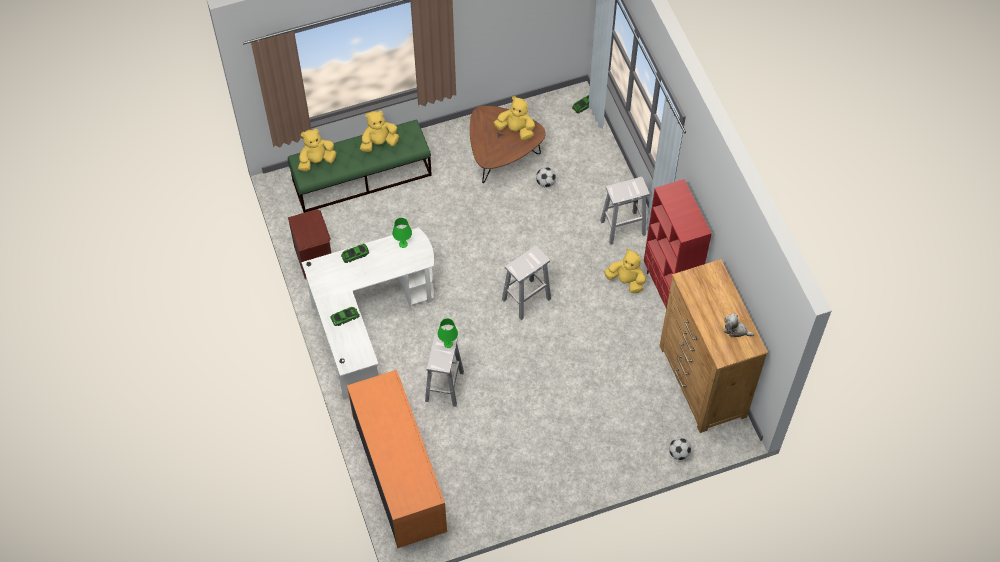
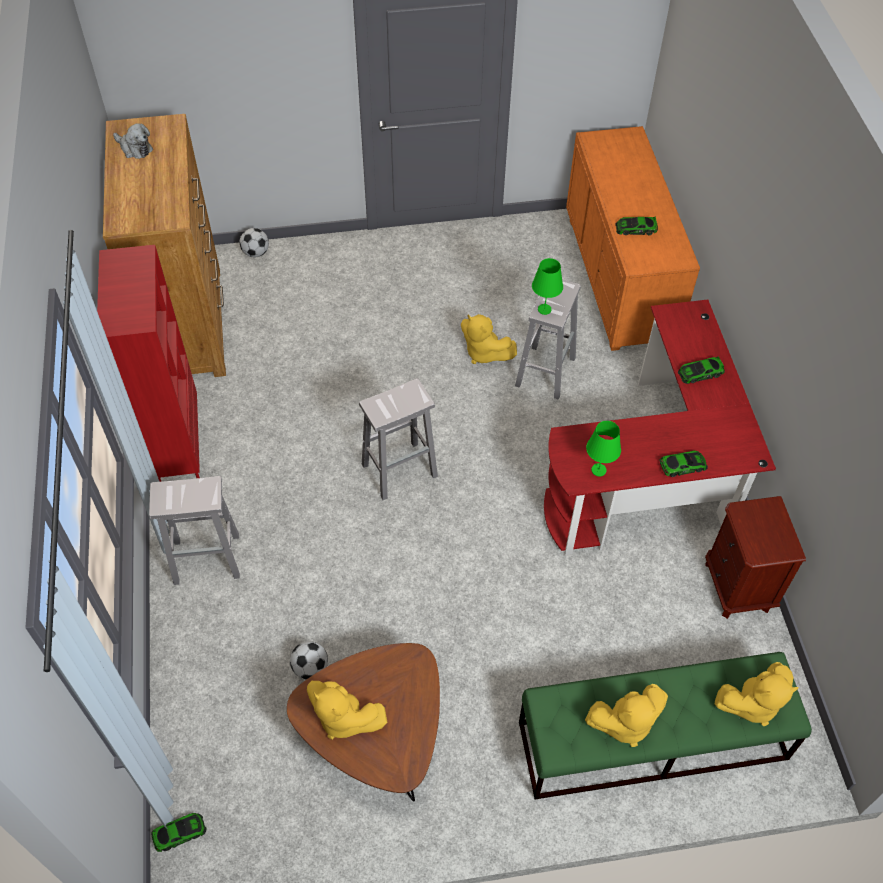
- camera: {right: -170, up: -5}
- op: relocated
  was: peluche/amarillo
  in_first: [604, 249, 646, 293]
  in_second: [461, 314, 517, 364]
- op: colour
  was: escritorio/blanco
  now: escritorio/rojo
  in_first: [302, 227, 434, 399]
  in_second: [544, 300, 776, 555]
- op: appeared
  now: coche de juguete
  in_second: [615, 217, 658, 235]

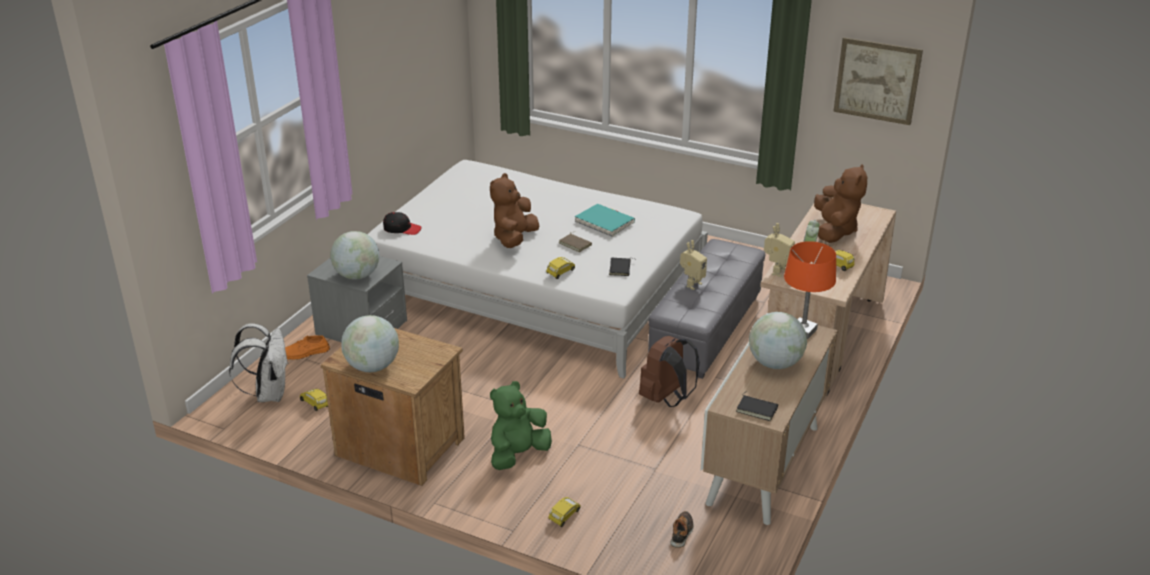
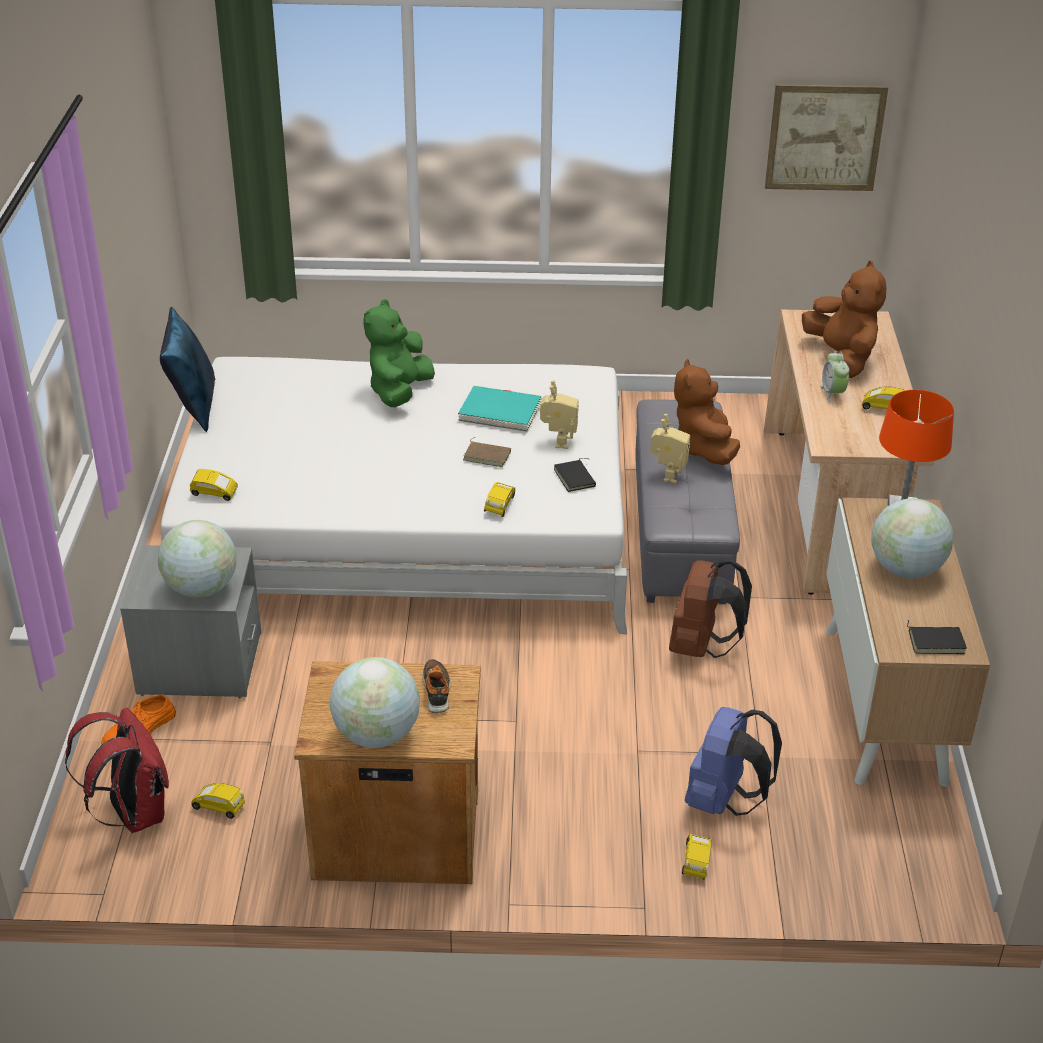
- camera: {right: -25, up: 5}
- op: colour
  was: mochila/blanco
  now: mochila/rojo
  in_first: [229, 323, 288, 402]
  in_second: [65, 707, 169, 833]
- op: appeared
  now: cojín/azul
  in_second: [160, 307, 215, 432]
- op: exchanged
  was: gorra/negro
  now: coche de juguete/amarillo
  in_first: [383, 212, 422, 235]
  in_second: [190, 469, 238, 501]
- op: relocated
  was: peluche/verde
  in_first: [490, 381, 552, 470]
  in_second: [364, 299, 435, 407]
- op: relocated
  was: zapato
  in_first: [670, 511, 694, 548]
  in_second: [422, 659, 451, 713]
- op: relocated
  was: robot de juguete
  in_first: [764, 223, 795, 277]
  in_second: [540, 380, 579, 449]
- op: relocated
  was: peluche/marrón
  in_first: [490, 173, 539, 248]
  in_second: [674, 359, 740, 465]
- op: appeared
  now: mochila/azul
  in_second: [685, 707, 782, 816]

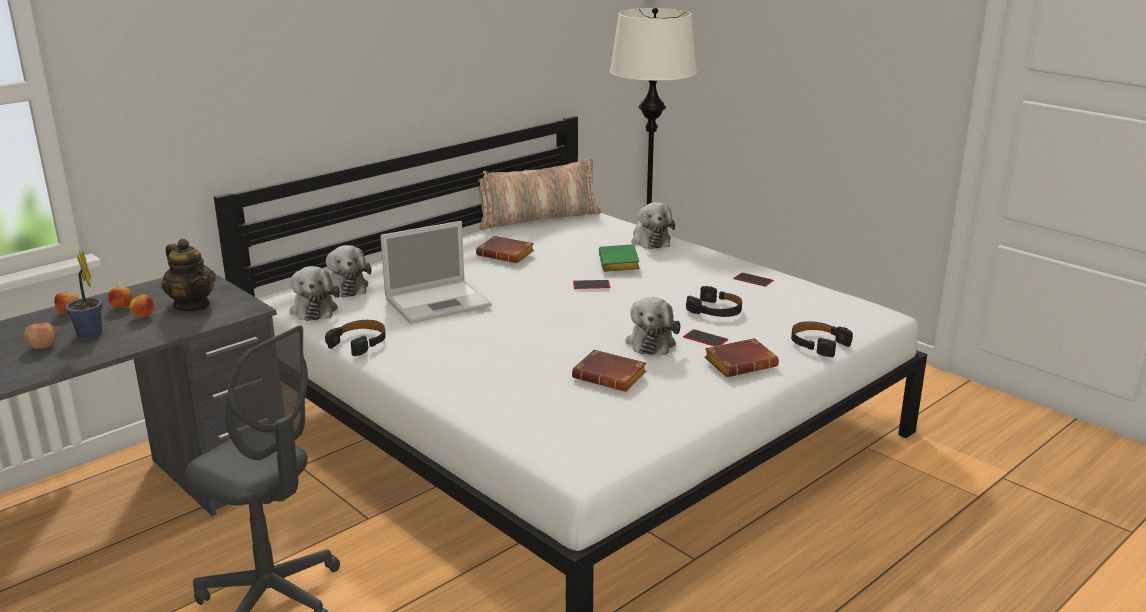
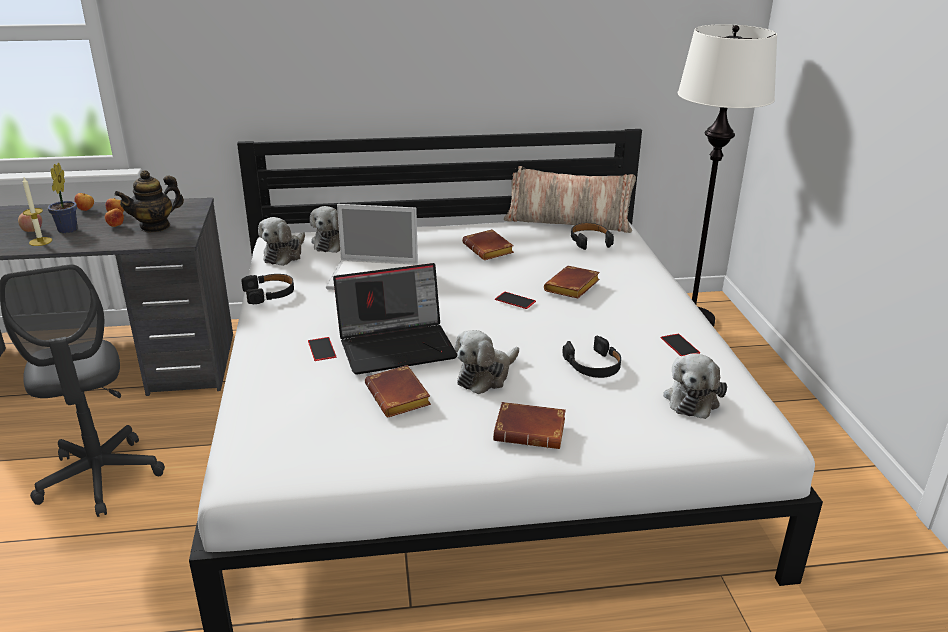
- camera: {right: 35, up: 5}
- op: appeared
  now: vela
  in_second: [23, 177, 52, 246]
- op: spun
  was: tetera
  in_first: [161, 239, 216, 311]
  in_second: [114, 170, 184, 233]
  clockwise: 60
- op: relocated
  was: móvil
  in_first: [683, 329, 728, 346]
  in_second: [308, 337, 336, 361]
- op: appeared
  now: portátil
  in_second: [333, 263, 457, 375]
- op: colour
  was: libro/verde
  now: libro/marrón
  in_first: [599, 244, 640, 272]
  in_second: [544, 266, 600, 299]
- op: relocated
  was: auriculares/negro
  in_first: [791, 321, 853, 357]
  in_second: [571, 223, 614, 250]
- op: relocated
  was: peluche
  in_first: [631, 202, 675, 249]
  in_second: [663, 353, 727, 419]

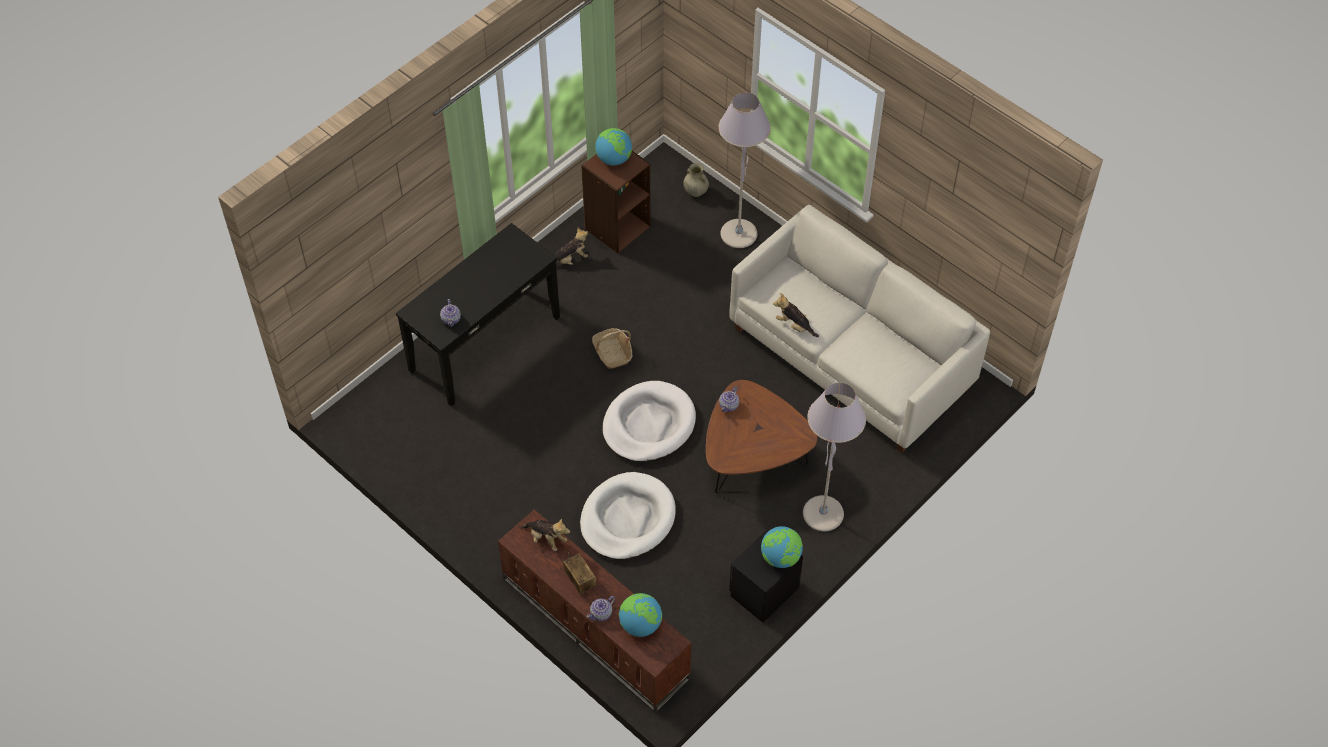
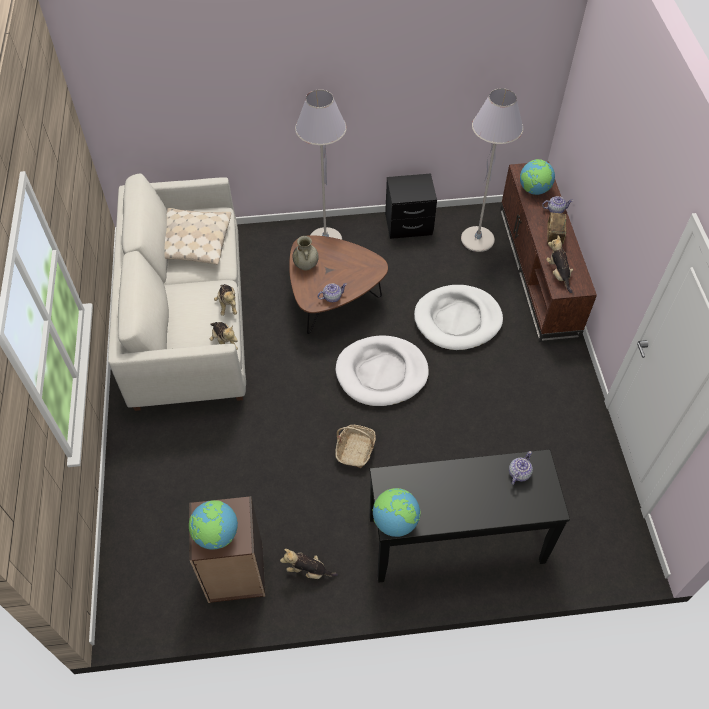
- camera: {right: -140, up: 0}
- op: appeared
  now: cojín/beis
  in_second: [164, 208, 231, 265]
- op: appeared
  now: peluche
  in_second: [210, 322, 238, 349]
- op: relocated
  was: florero/beis
  in_first: [683, 163, 709, 197]
  in_second: [293, 236, 319, 271]
- op: relocated
  was: globo terráqueo
  in_first: [761, 526, 803, 568]
  in_second: [372, 488, 420, 537]
- op: relocated
  was: lámpara de pie/gris
  in_first: [718, 92, 771, 248]
  in_second: [461, 88, 523, 252]

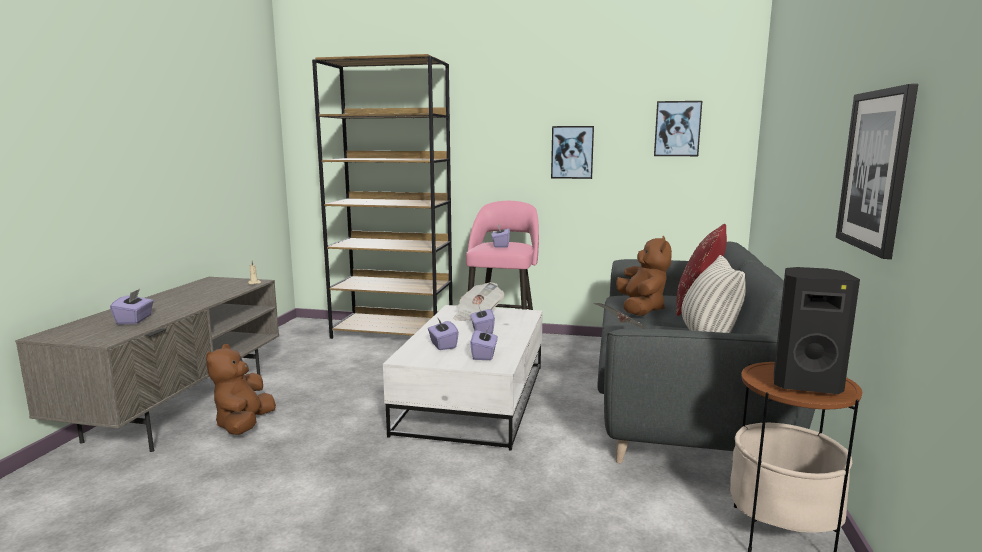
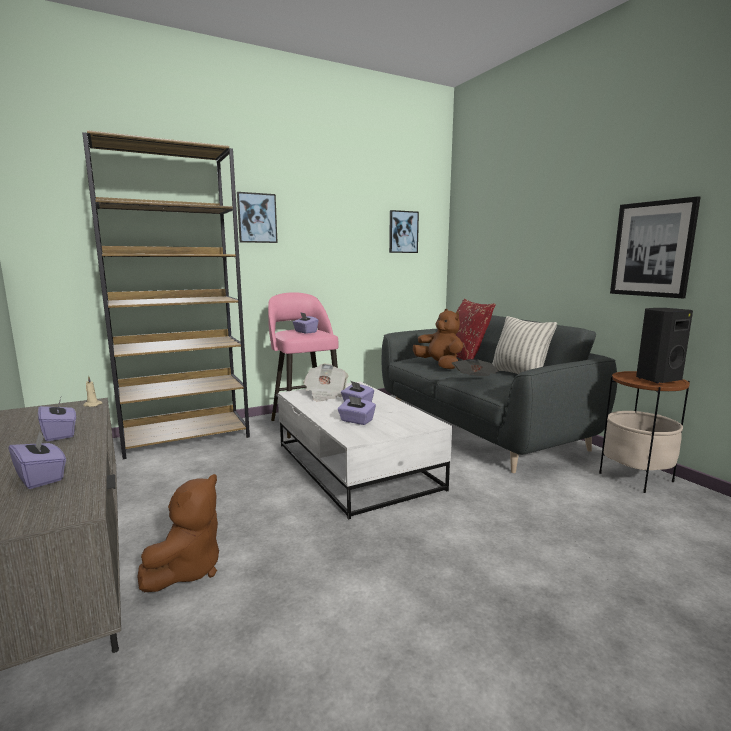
- camera: {right: -40, up: 0}
- op: relocated
  was: caja de pañuelos/morado
  in_first: [470, 327, 498, 360]
  in_second: [38, 398, 76, 442]
- op: spun
  was: peluche/marrón
  in_first: [206, 344, 276, 435]
  in_second: [137, 474, 219, 592]
  clockwise: -120
- op: relocated
  was: cuadro
  in_first: [551, 126, 594, 179]
  in_second: [237, 192, 278, 243]

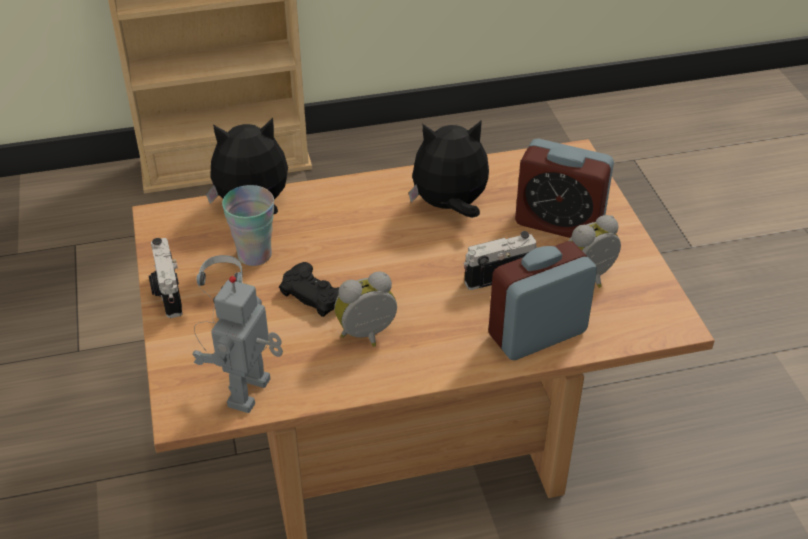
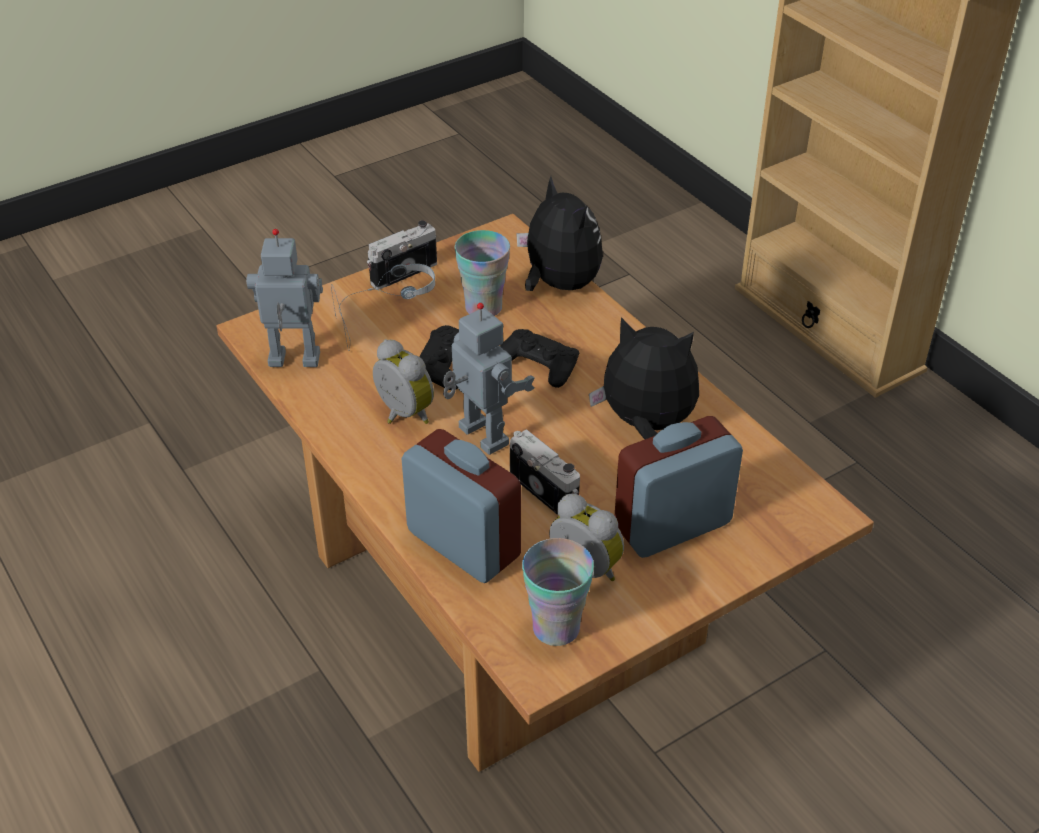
- camera: {right: 70, up: 0}
- op: appeared
  now: robot de juguete
  in_second: [443, 303, 535, 455]
- op: appeared
  now: mando de consola/negro
  in_second: [500, 329, 579, 388]
- op: appeared
  now: taza
  in_second: [522, 538, 594, 646]
- op: spun
  was: peluche
  in_first: [409, 120, 489, 218]
  in_second: [589, 317, 699, 439]
  clockwise: -45
- op: spun
  was: despertador
  in_first: [515, 139, 614, 238]
  in_second: [615, 416, 743, 558]
  clockwise: 60

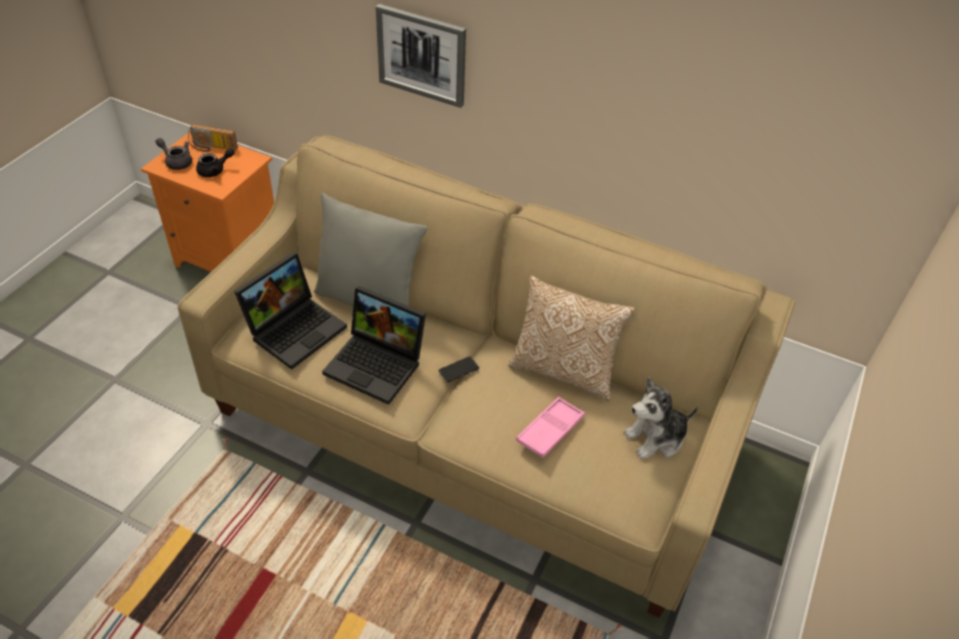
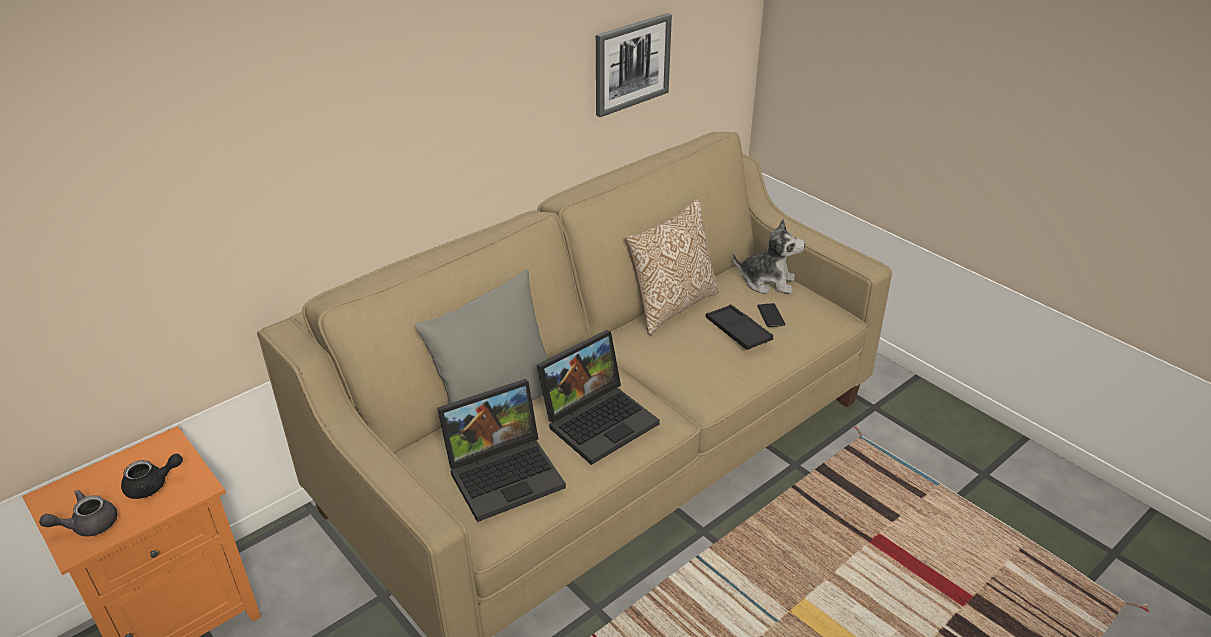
- camera: {right: -65, up: -10}
- op: spun
  was: tetera/negro
  in_first: [196, 148, 235, 177]
  in_second: [121, 454, 183, 499]
  clockwise: 75
- op: spun
  was: portátil
  in_first: [234, 252, 347, 370]
  in_second: [437, 379, 566, 522]
  clockwise: 90
- op: relocated
  was: cuadro
  in_first: [376, 4, 466, 108]
  in_second: [596, 13, 672, 117]
- op: colour
  was: bandeja/rosa
  now: bandeja/negro
  in_first: [516, 397, 585, 458]
  in_second: [706, 304, 773, 350]
- op: spun
  was: peluche
  in_first: [623, 378, 698, 459]
  in_second: [732, 219, 805, 294]
  clockwise: -75
- op: relocated
  was: móvil
  in_first: [439, 356, 479, 382]
  in_second: [757, 303, 786, 327]
- op: missing
  was: radio
  in_first: [188, 124, 238, 152]

